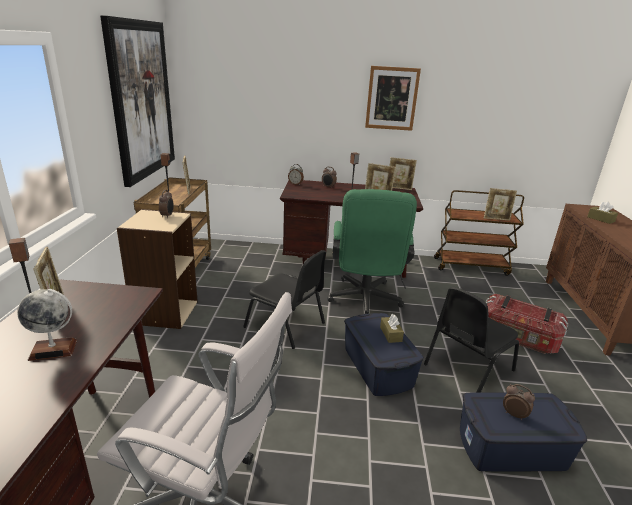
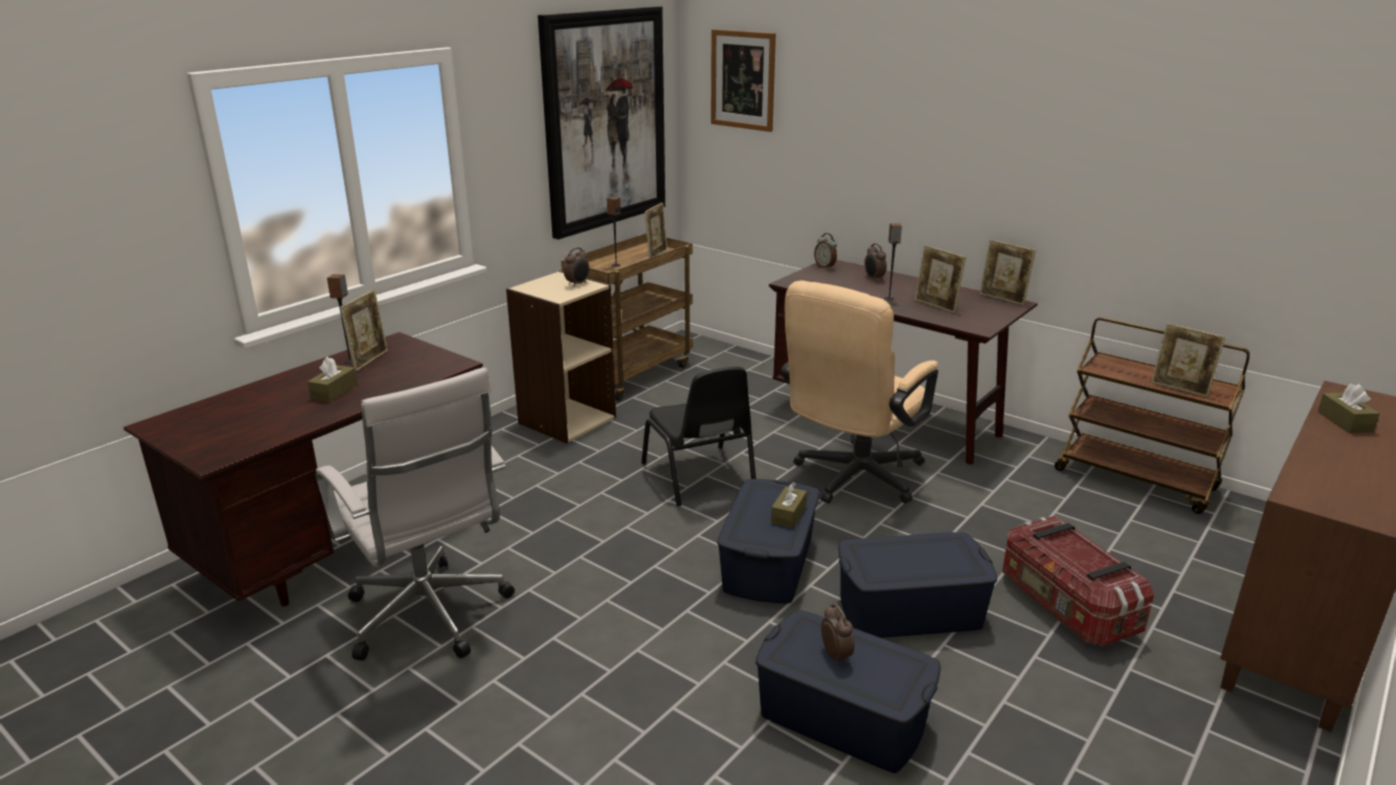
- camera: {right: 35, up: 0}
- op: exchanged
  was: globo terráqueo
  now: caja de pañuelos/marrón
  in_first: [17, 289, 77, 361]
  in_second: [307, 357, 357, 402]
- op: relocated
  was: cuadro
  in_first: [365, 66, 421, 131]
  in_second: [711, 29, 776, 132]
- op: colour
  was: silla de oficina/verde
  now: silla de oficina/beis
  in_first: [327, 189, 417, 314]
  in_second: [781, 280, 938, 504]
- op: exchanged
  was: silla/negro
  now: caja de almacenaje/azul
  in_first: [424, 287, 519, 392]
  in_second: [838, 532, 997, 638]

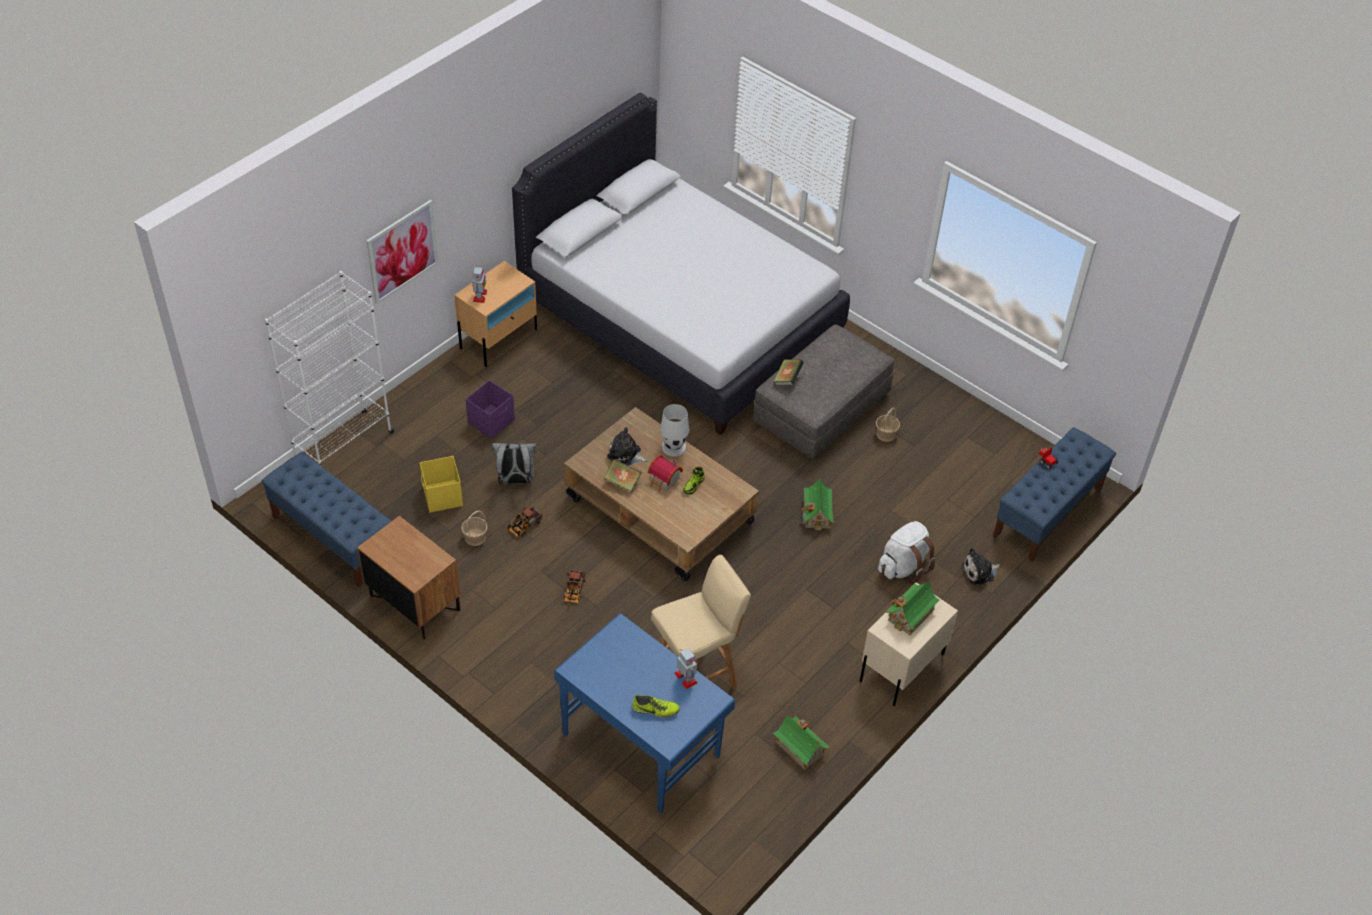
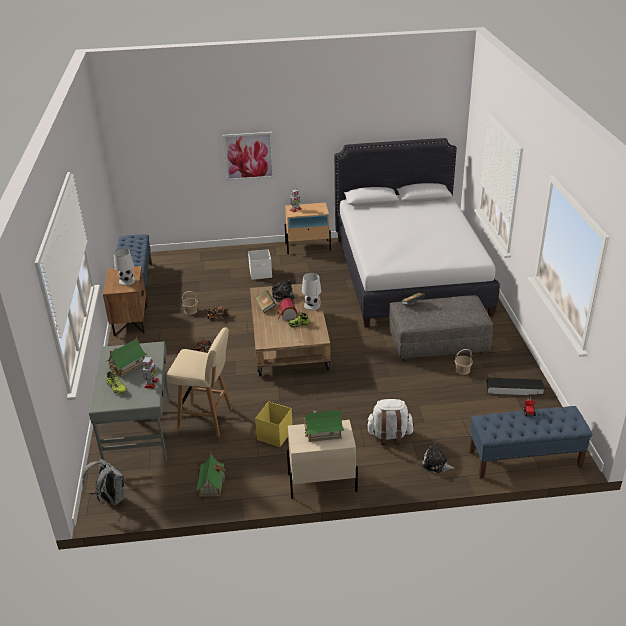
- camera: {right: 45, up: -15}
- op: relocated
  was: mochila/gris
  in_first: [492, 441, 537, 485]
  in_second: [82, 459, 127, 506]
- op: colour
  was: escritorio/azul
  now: escritorio/gris
  in_first: [554, 613, 735, 814]
  in_second: [89, 341, 170, 461]
- op: relocated
  was: casita
  in_first: [802, 477, 835, 530]
  in_second: [106, 337, 147, 377]
- op: appeared
  now: lámpara de mesa/blanco
  in_second: [114, 249, 135, 286]
- op: colour
  was: caja de almacenaje/morado
  now: caja de almacenaje/blanco
  in_first: [466, 380, 515, 439]
  in_second: [248, 249, 272, 280]
- op: relocated
  was: caja de almacenaje/amarillo
  in_first: [420, 456, 463, 513]
  in_second: [255, 401, 292, 447]
- op: appeared
  now: caja de almacenaje/negro
  in_second: [486, 378, 545, 395]
- op: missing
  was: estantería/blanco
  in_first: [265, 271, 394, 465]

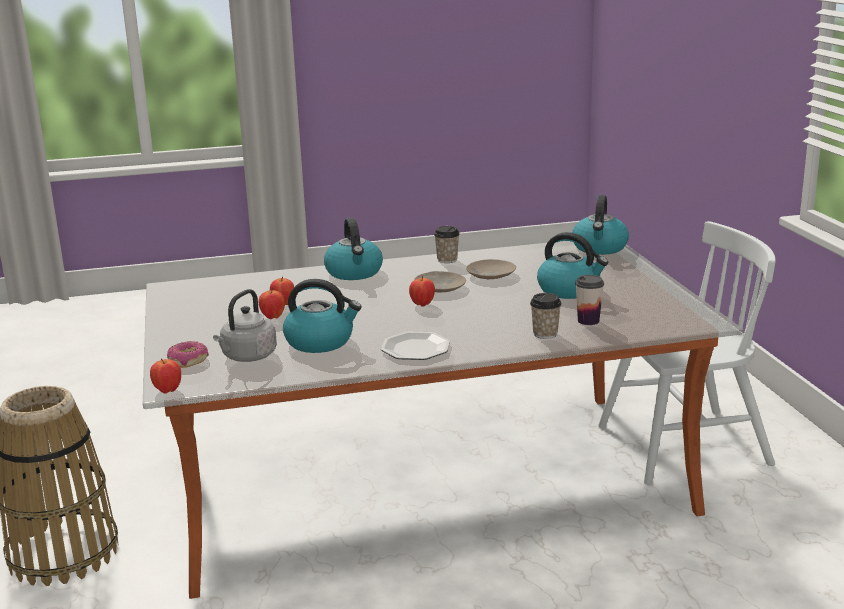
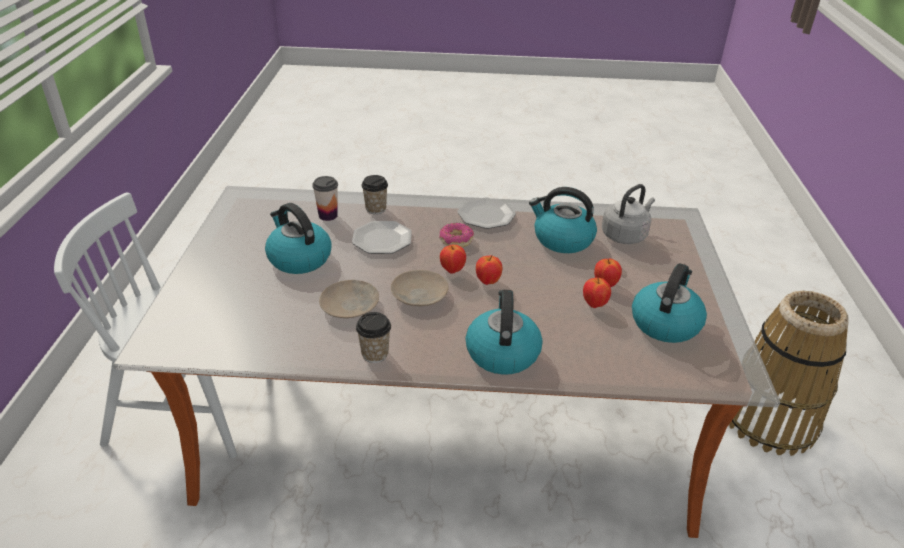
- camera: {right: -165, up: 15}
- op: appeared
  now: plato
  in_second: [352, 221, 412, 254]
- op: relocated
  was: rosquilla
  in_first: [167, 341, 209, 368]
  in_second: [439, 223, 474, 247]
- op: relocated
  was: manzana
  in_first: [150, 358, 181, 394]
  in_second: [476, 255, 502, 285]
- op: relocated
  was: hervidor
  in_first: [572, 195, 629, 255]
  in_second: [632, 263, 707, 343]

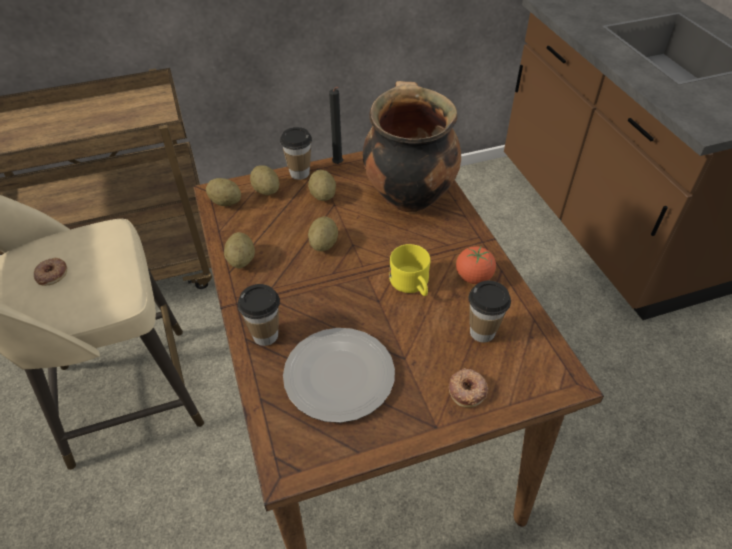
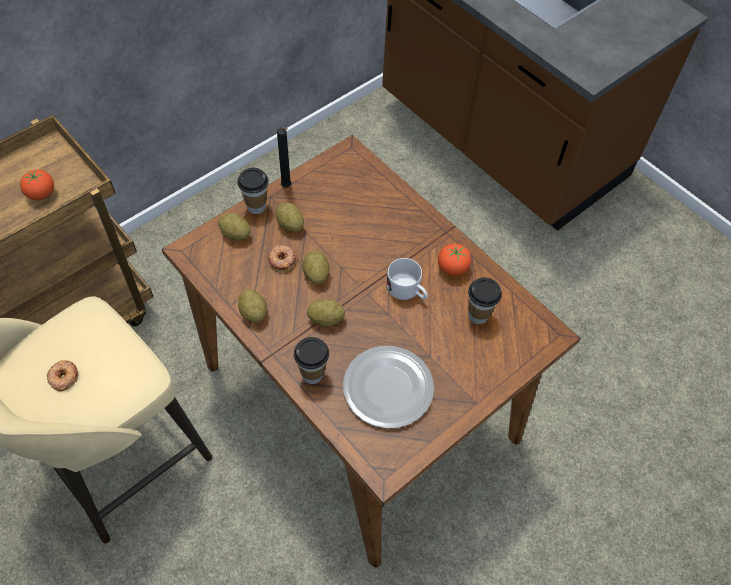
- camera: {right: -25, up: 10}
- op: appeared
  now: tomate
  in_second: [20, 169, 54, 200]
- op: relocated
  was: rosquilla
  in_first: [449, 368, 488, 408]
  in_second: [268, 245, 296, 272]
- op: relocated
  was: patata
  in_first: [206, 178, 241, 206]
  in_second: [307, 299, 345, 327]
- op: colour
  was: taza grande/amarillo
  now: taza grande/blanco
  in_first: [389, 244, 430, 296]
  in_second: [386, 258, 428, 300]
- op: missing
  was: olla
  in_first: [363, 81, 461, 213]

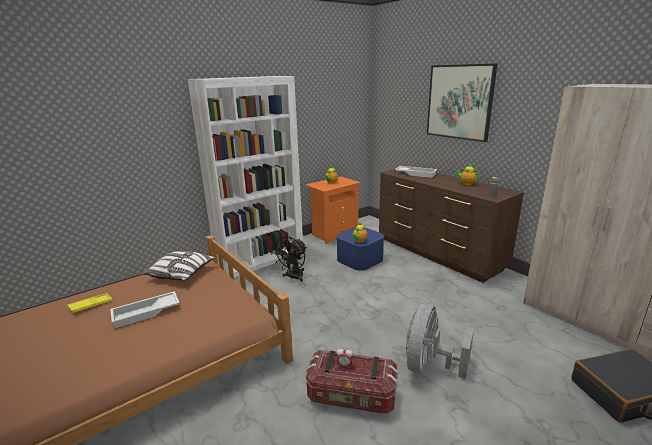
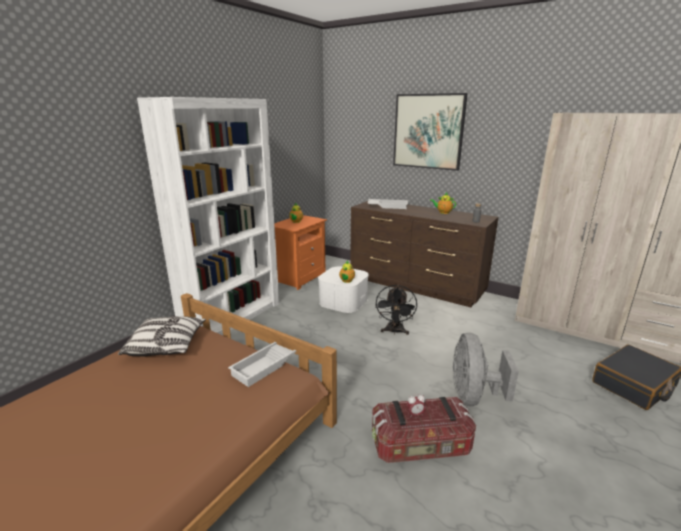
- camera: {right: -20, up: 0}
- op: relocated
  was: bandeja/blanco
  in_first: [110, 291, 179, 328]
  in_second: [228, 342, 297, 387]
- op: colour
  was: caja de almacenaje/azul
  now: caja de almacenaje/blanco
  in_first: [336, 227, 384, 271]
  in_second: [318, 266, 369, 313]
- op: relocated
  was: ventilador/negro
  in_first: [271, 236, 307, 282]
  in_second: [375, 285, 417, 335]
- op: missing
  was: bandeja/amarillo
  in_first: [67, 293, 113, 313]

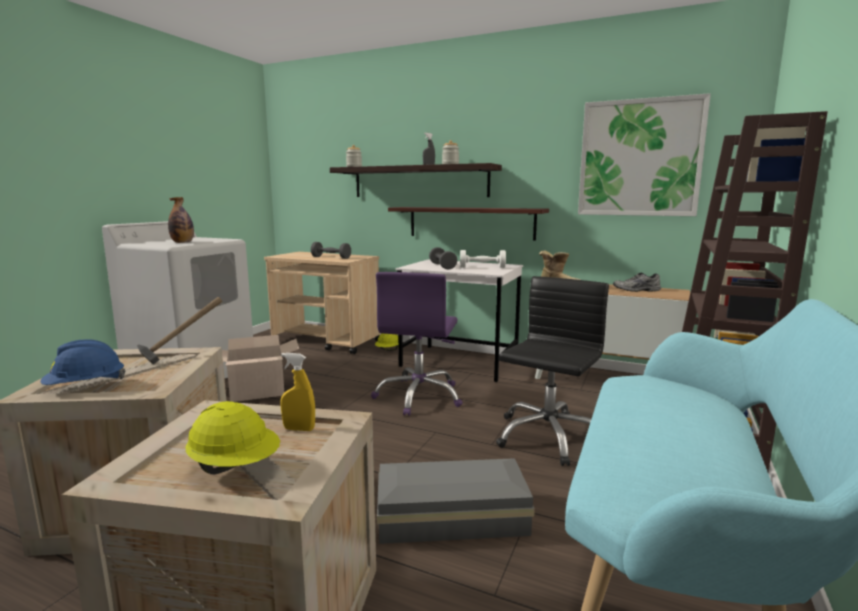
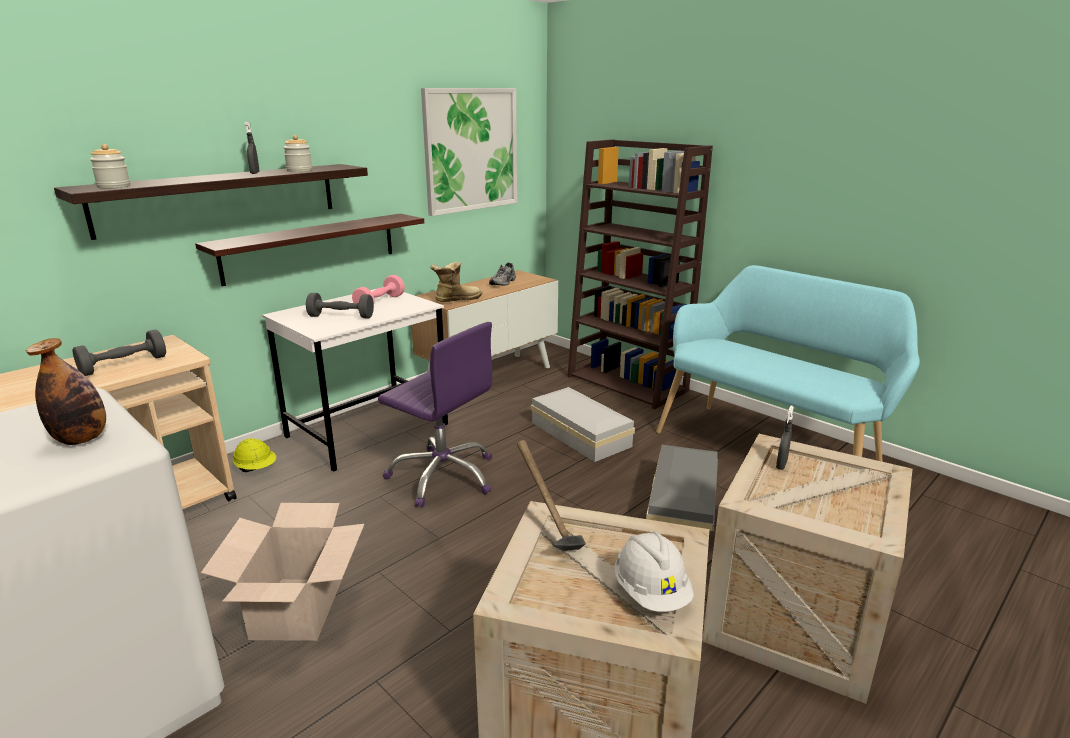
- camera: {right: -70, up: 10}
- op: colour
  was: mancuerna/blanco
  now: mancuerna/rosa
  in_first: [460, 250, 506, 268]
  in_second: [352, 275, 405, 303]
- op: exchanged
  was: silla de oficina/negro
  now: caja de almacenaje/blanco
  in_first: [496, 276, 609, 466]
  in_second: [531, 387, 635, 462]
- op: colour
  was: casco/azul
  now: casco/blanco
  in_first: [41, 339, 126, 385]
  in_second: [615, 532, 694, 612]
- op: colour
  was: pulverizador/amarillo
  now: pulverizador/gris
  in_first: [280, 353, 315, 431]
  in_second: [776, 406, 794, 470]
- op: missing
  was: casco/amarillo
  in_first: [186, 401, 280, 475]

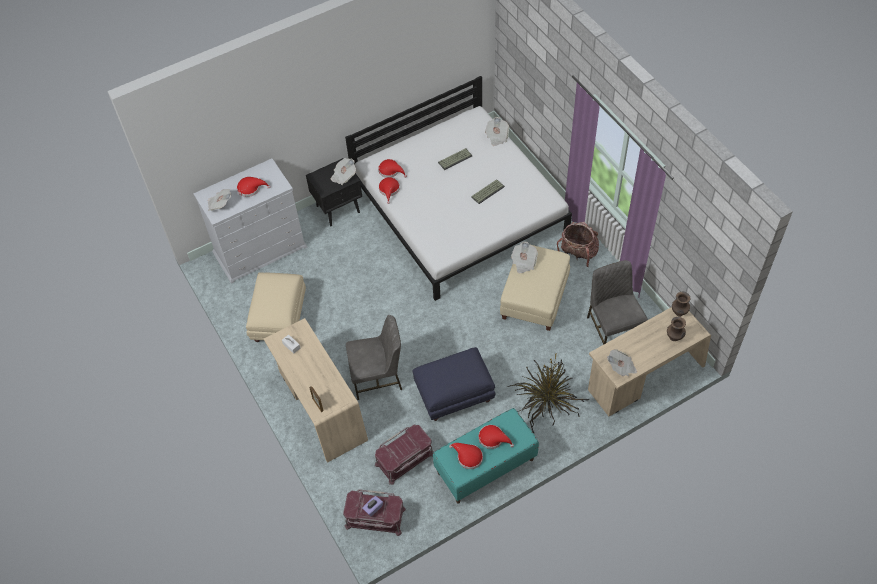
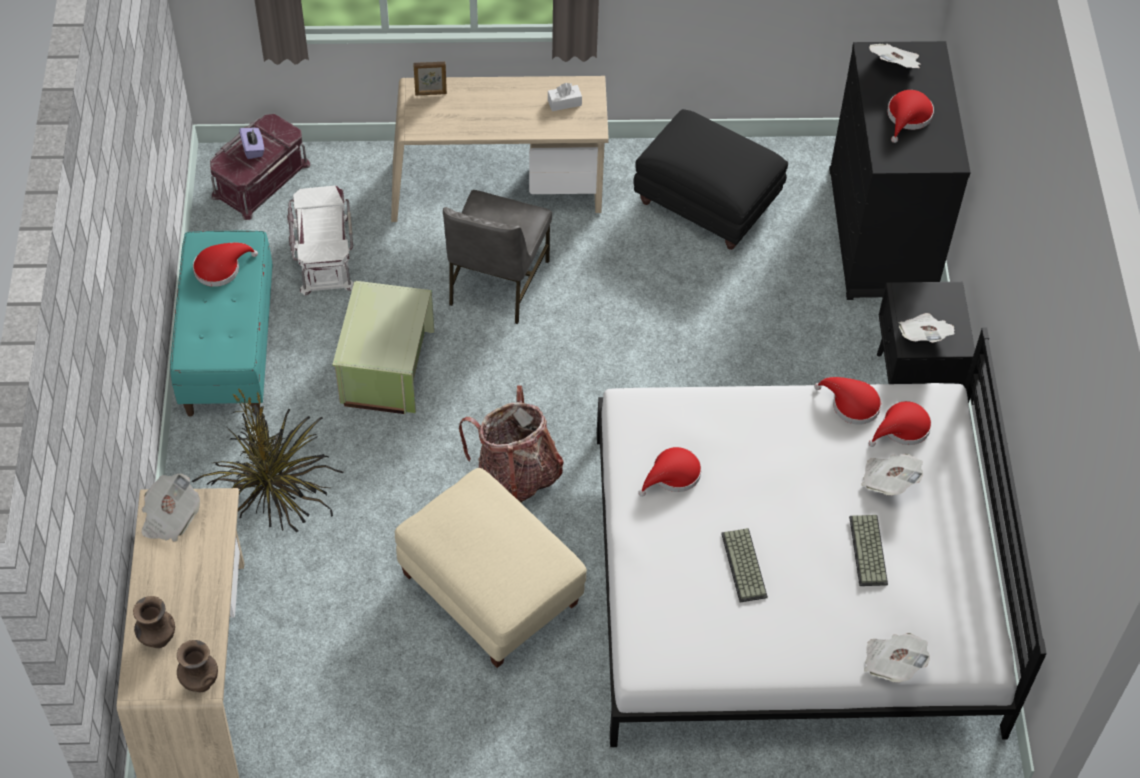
- camera: {right: 115, up: 0}
- op: colour
  was: caja de almacenaje/rojo
  now: caja de almacenaje/blanco
  in_first: [375, 425, 434, 485]
  in_second: [287, 185, 354, 295]
- op: exchanged
  was: puf/azul
  now: caja de almacenaje/verde
  in_first: [412, 347, 495, 421]
  in_second: [332, 281, 434, 414]
- op: relocated
  was: mochila
  in_first: [557, 222, 599, 267]
  in_second: [459, 385, 564, 503]
- op: colour
  was: puf/beis
  now: puf/negro
  in_first: [246, 272, 306, 342]
  in_second: [633, 109, 788, 250]
- op: relocated
  was: sombrero/rojo
  in_first: [479, 425, 514, 449]
  in_second: [638, 447, 701, 497]
- op: colour
  was: cómoda/blanco
  now: cómoda/negro
  in_first: [193, 159, 307, 283]
  in_second: [829, 41, 971, 300]
- op: relocated
  was: periódico
  in_first: [511, 242, 538, 274]
  in_second: [861, 454, 923, 495]
- op: missing
  was: silla/gris
  in_first: [587, 260, 648, 345]

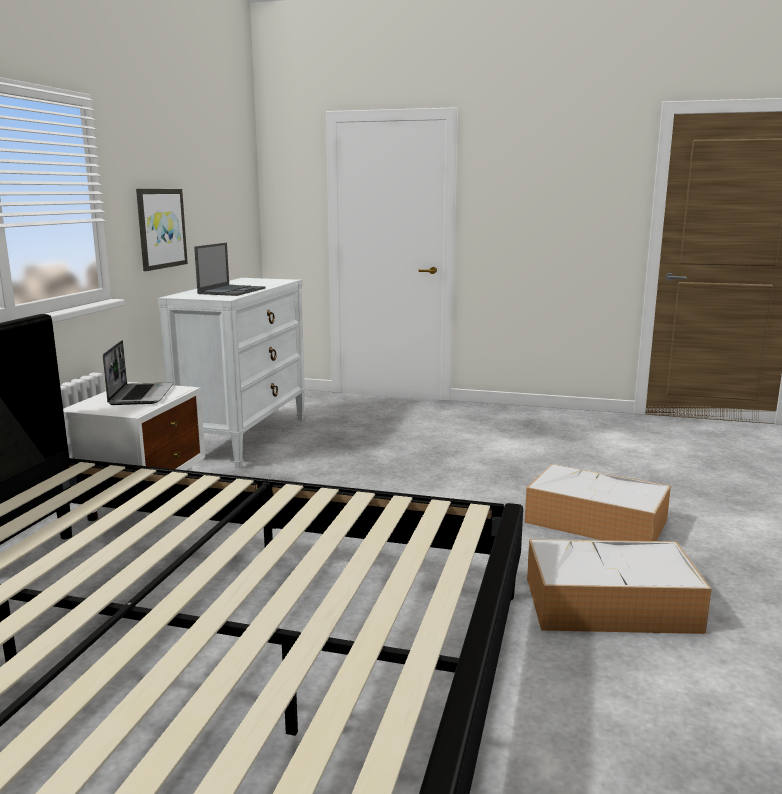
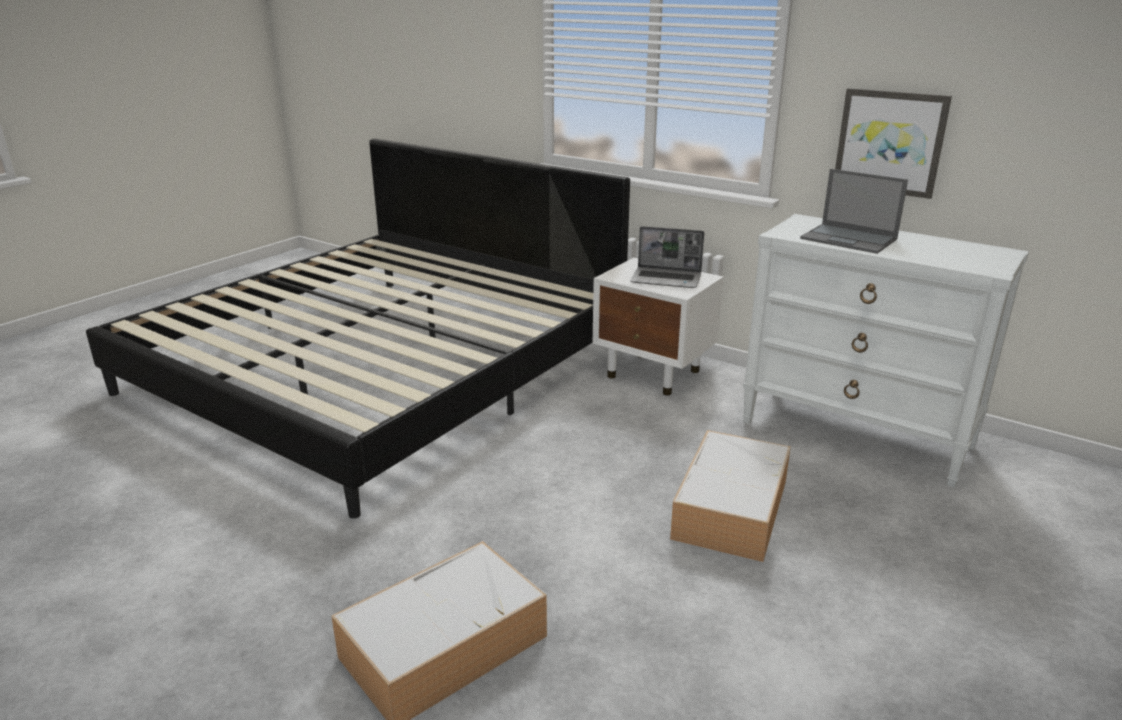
- camera: {right: 110, up: 10}
- op: relocated
  was: caja de almacenaje
  in_first: [527, 539, 712, 634]
  in_second: [670, 430, 791, 562]

